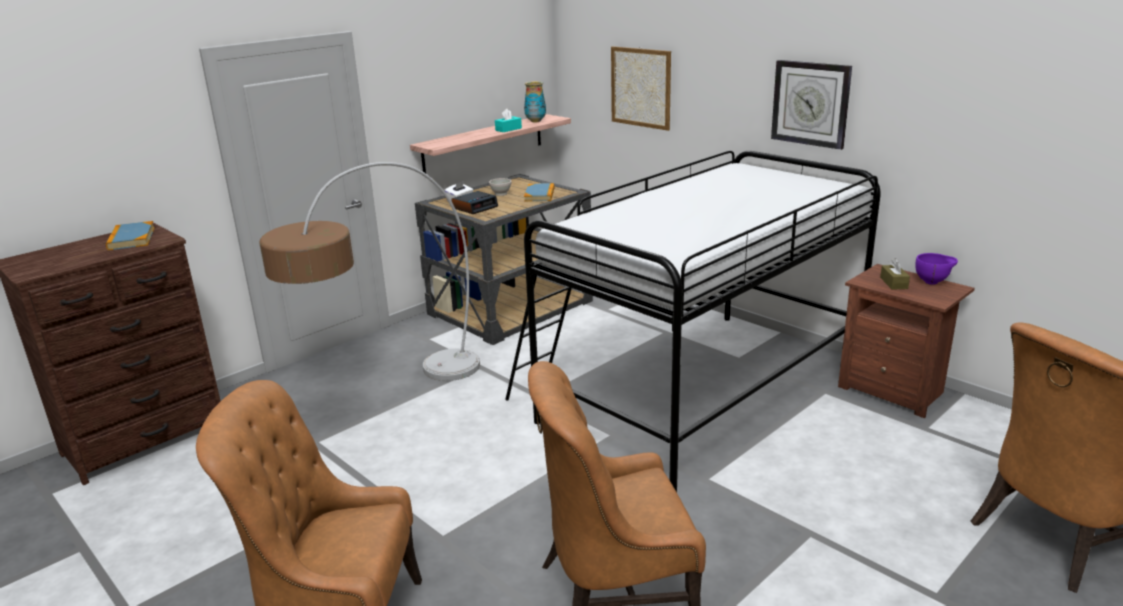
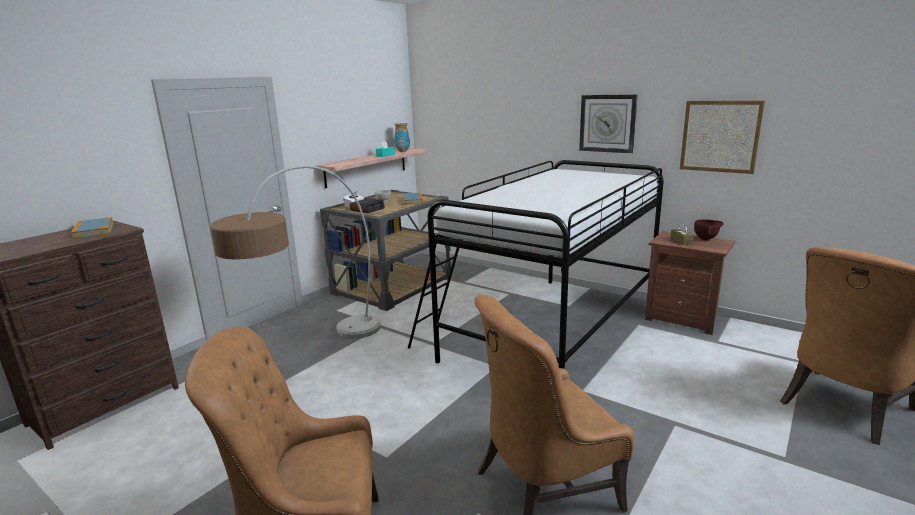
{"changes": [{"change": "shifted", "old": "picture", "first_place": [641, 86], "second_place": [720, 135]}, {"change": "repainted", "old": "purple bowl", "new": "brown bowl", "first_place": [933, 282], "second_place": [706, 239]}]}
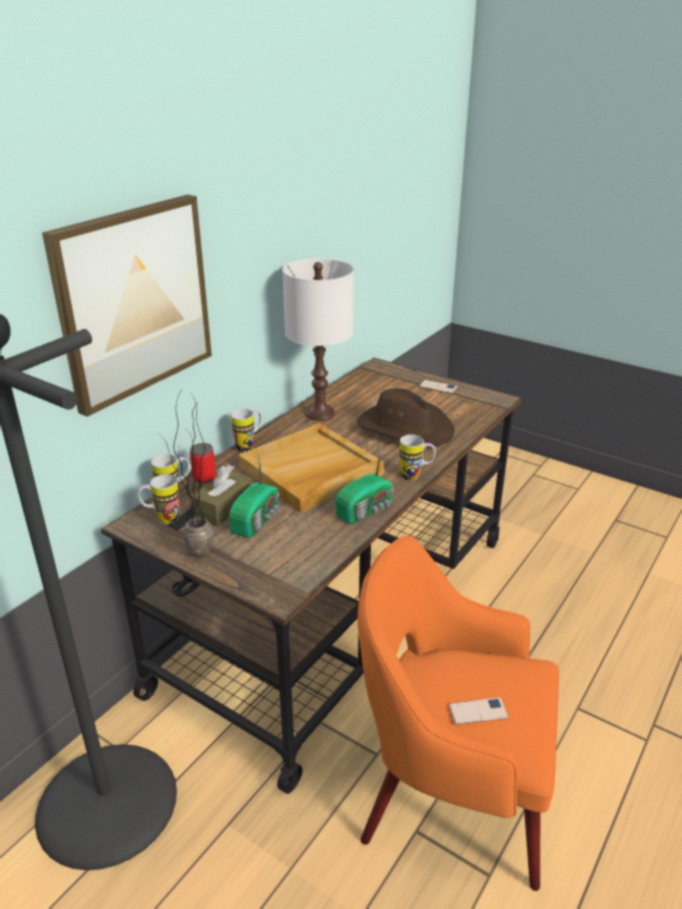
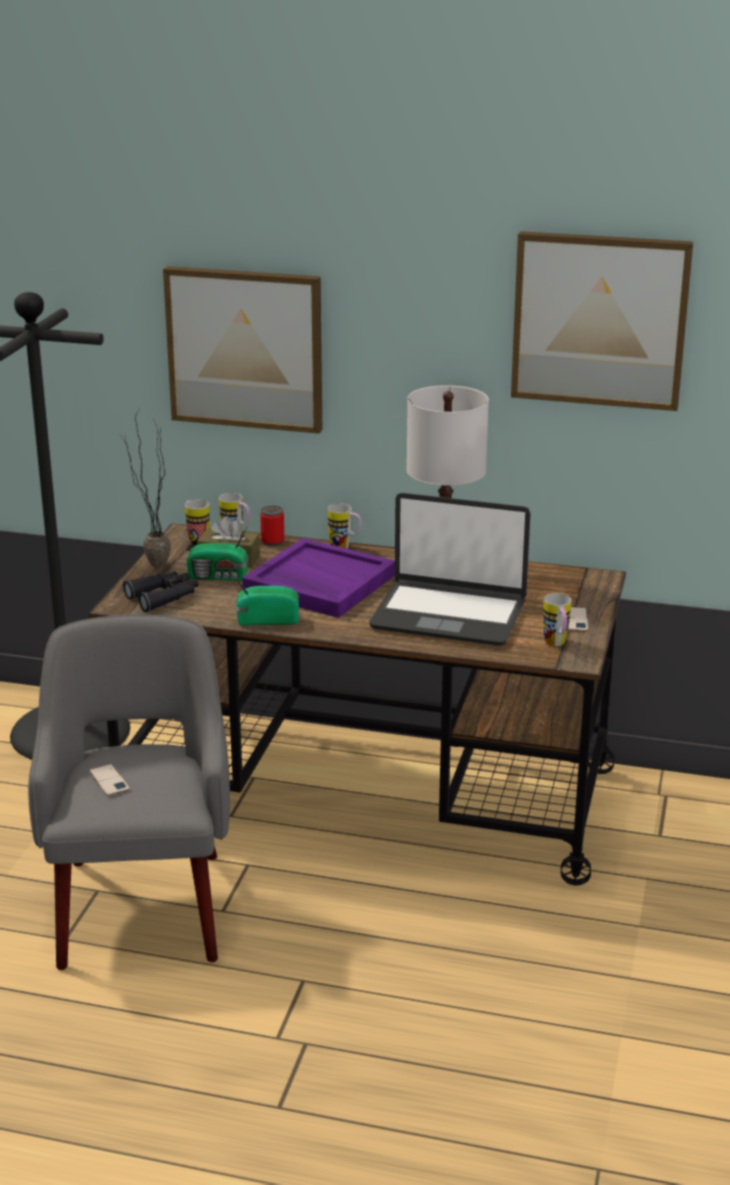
{"changes": [{"change": "swapped", "old": "brown hat", "new": "laptop", "first_place": [405, 428], "second_place": [449, 614]}, {"change": "repainted", "old": "beige tray", "new": "purple tray", "first_place": [310, 471], "second_place": [318, 583]}, {"change": "shifted", "old": "mug", "first_place": [416, 476], "second_place": [557, 644]}, {"change": "rotated", "old": "radio", "first_place": [366, 510], "second_place": [266, 619], "degrees": 150}, {"change": "repainted", "old": "orange armchair", "new": "grey armchair", "first_place": [451, 797], "second_place": [142, 905]}, {"change": "new", "new": "picture", "second_place": [599, 320]}, {"change": "new", "new": "black binoculars", "second_place": [164, 597]}]}
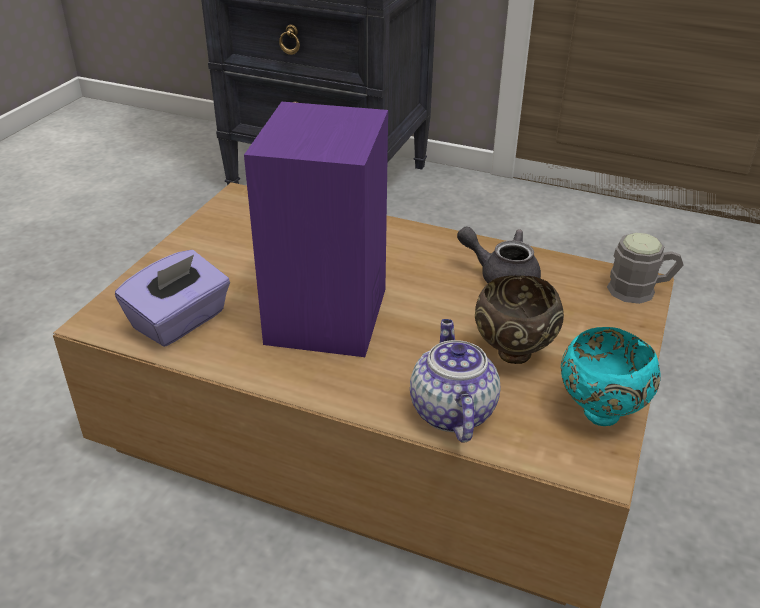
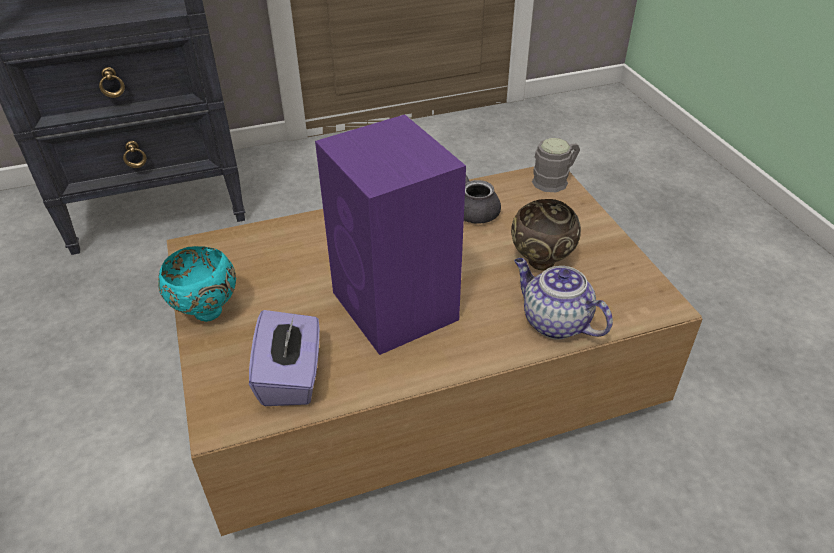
{"changes": [{"change": "shifted", "old": "turquoise bowl", "first_place": [598, 413], "second_place": [205, 312]}]}
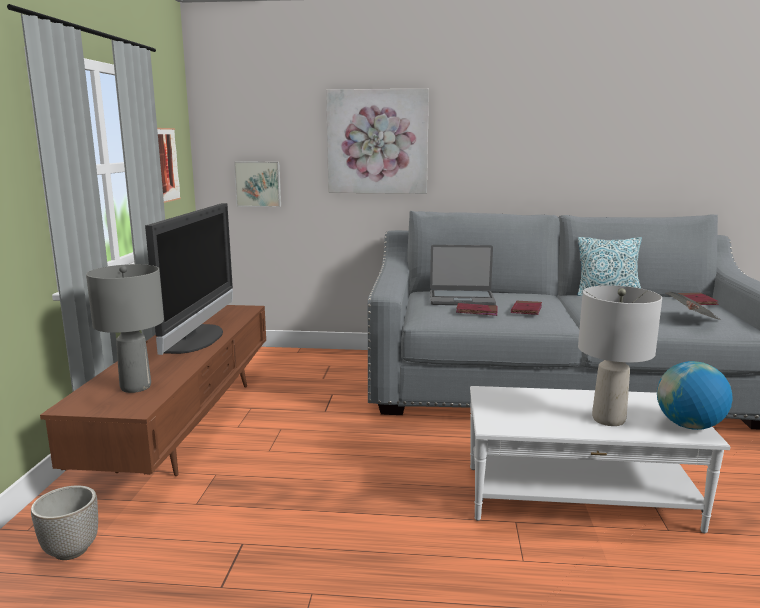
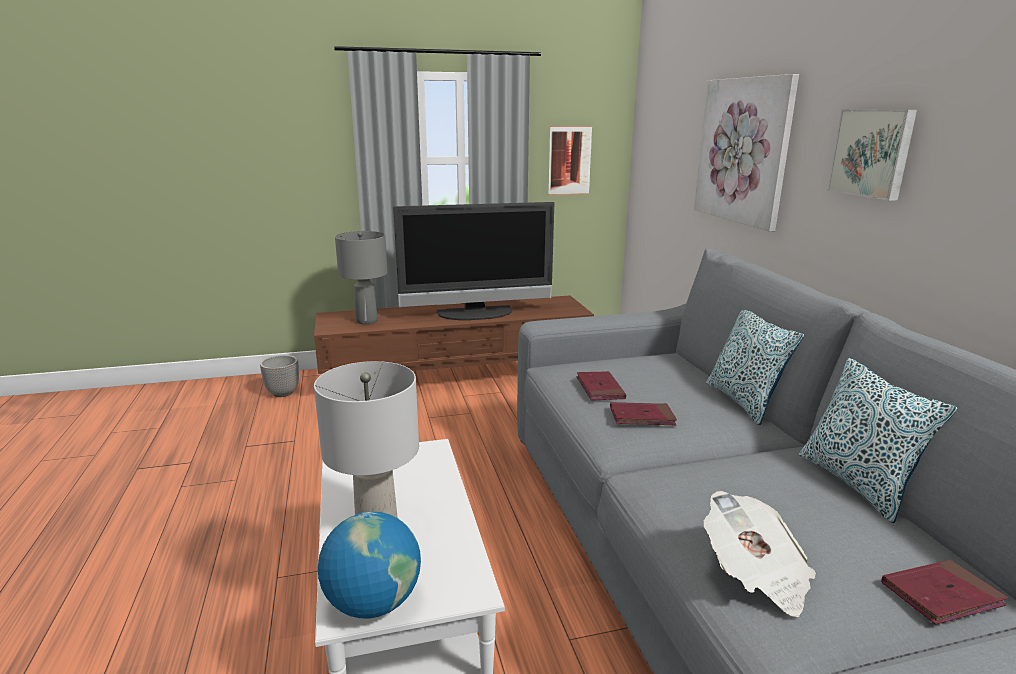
{"changes": [{"change": "shifted", "old": "picture", "first_place": [258, 184], "second_place": [872, 153]}, {"change": "gone", "old": "laptop", "first_place": [461, 299]}, {"change": "new", "new": "pillow", "second_place": [743, 401]}]}
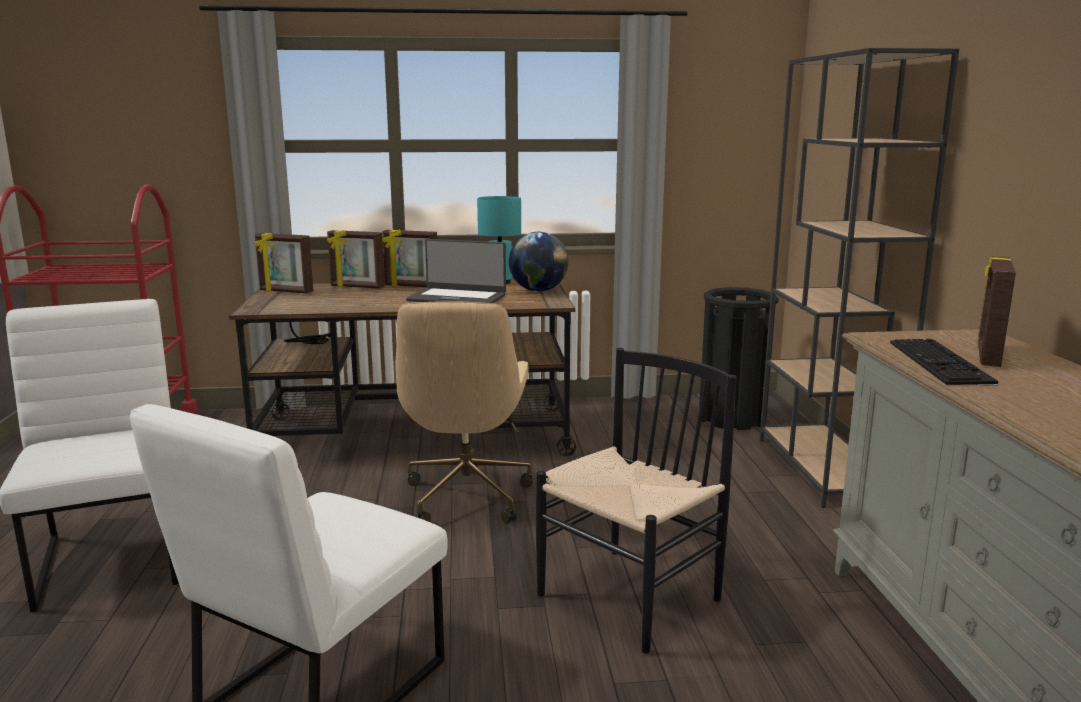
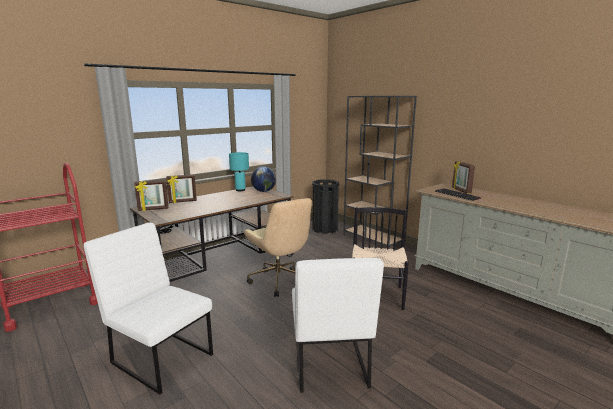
{"changes": [{"change": "gone", "old": "picture frame", "first_place": [411, 286]}, {"change": "gone", "old": "laptop", "first_place": [457, 298]}]}
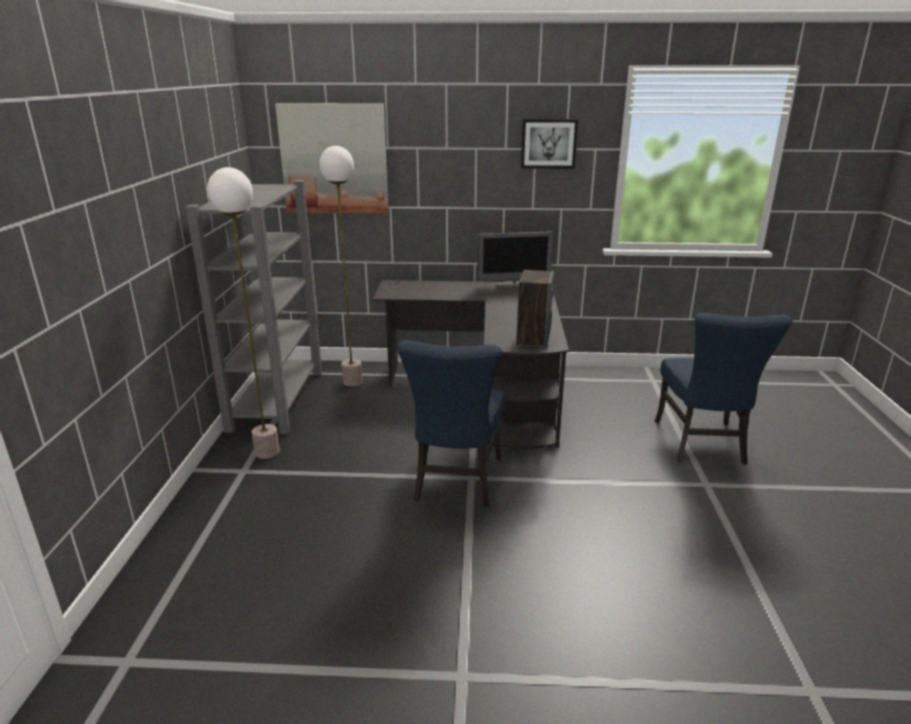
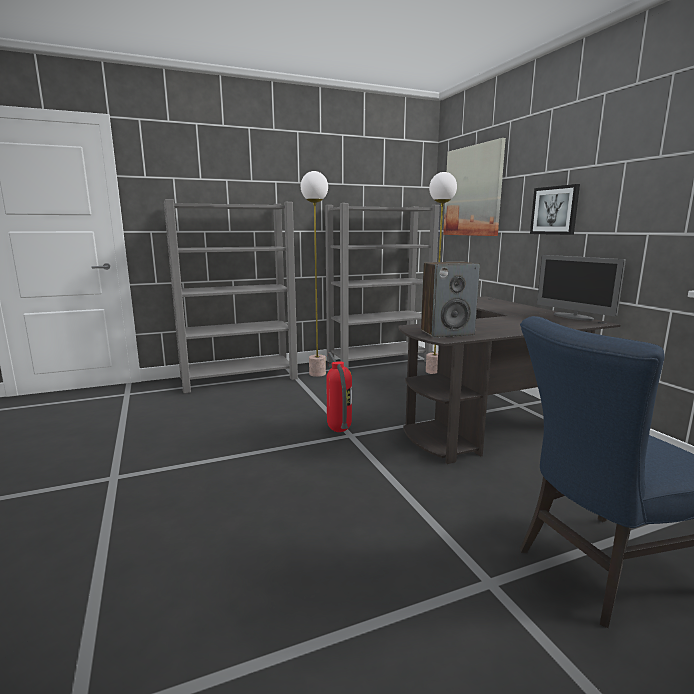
{"changes": [{"change": "shifted", "old": "picture", "first_place": [548, 143], "second_place": [555, 210]}, {"change": "swapped", "old": "blue chair", "new": "fire extinguisher", "first_place": [455, 482], "second_place": [338, 431]}, {"change": "new", "new": "grey bookcase", "second_place": [239, 378]}]}
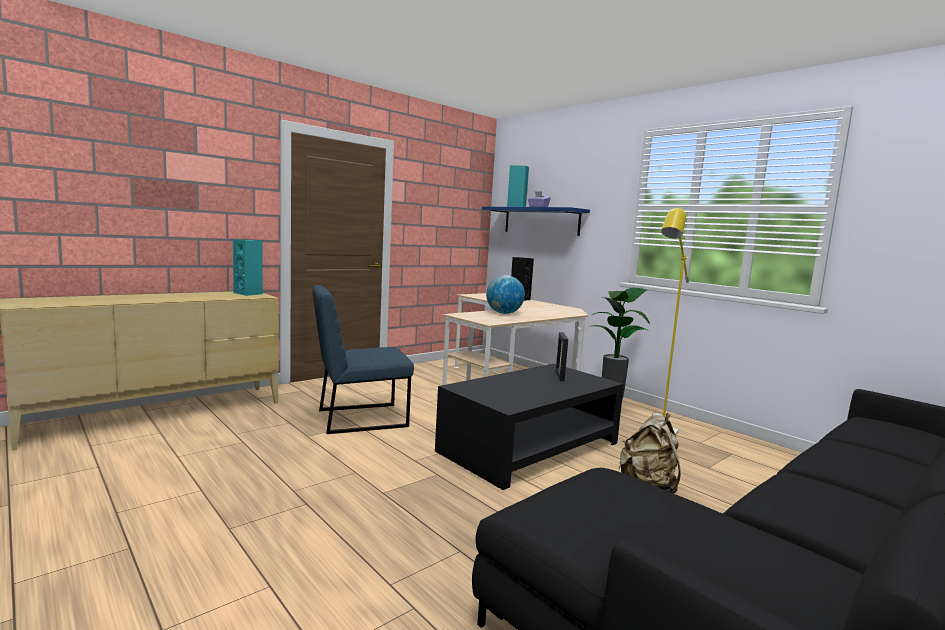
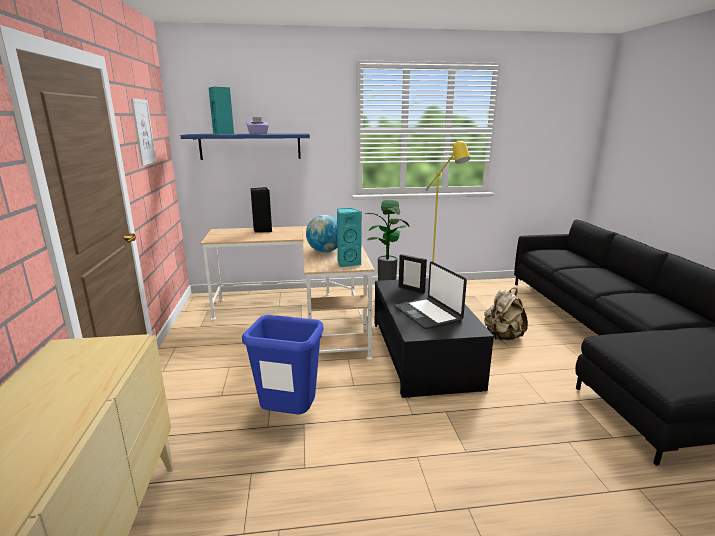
{"changes": [{"change": "shifted", "old": "turquoise speaker", "first_place": [249, 293], "second_place": [347, 263]}, {"change": "swapped", "old": "blue chair", "new": "blue trash can", "first_place": [359, 418], "second_place": [288, 417]}, {"change": "new", "new": "picture", "second_place": [143, 132]}, {"change": "new", "new": "laptop", "second_place": [428, 314]}]}
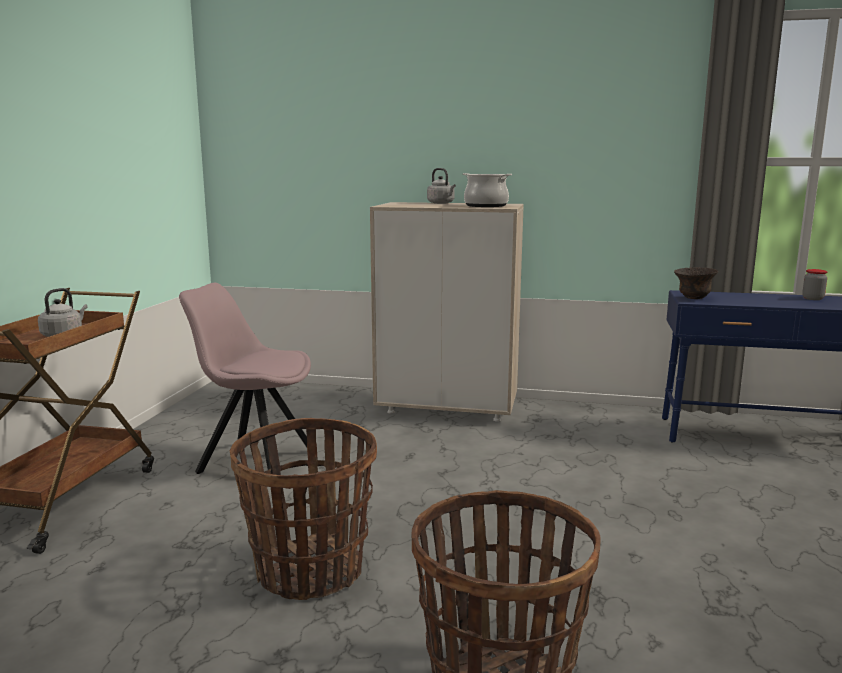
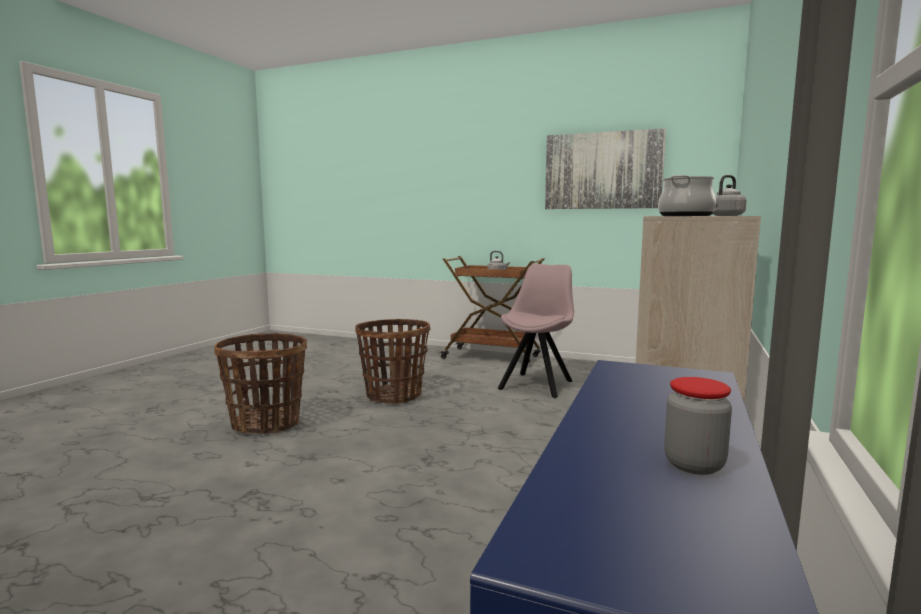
{"changes": [{"change": "gone", "old": "brown bowl", "first_place": [693, 298]}, {"change": "new", "new": "picture", "second_place": [603, 171]}]}
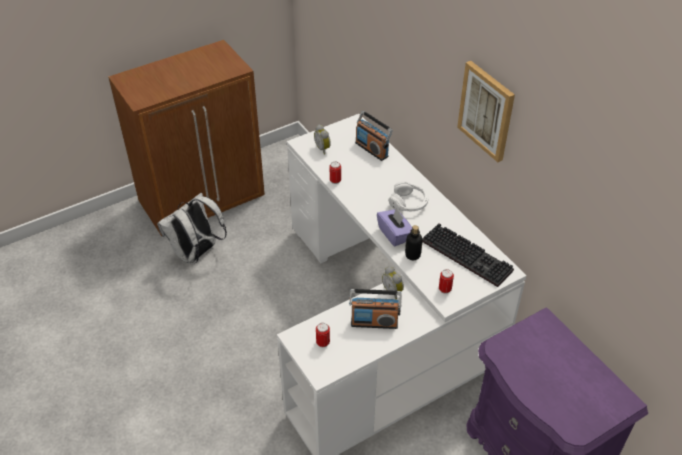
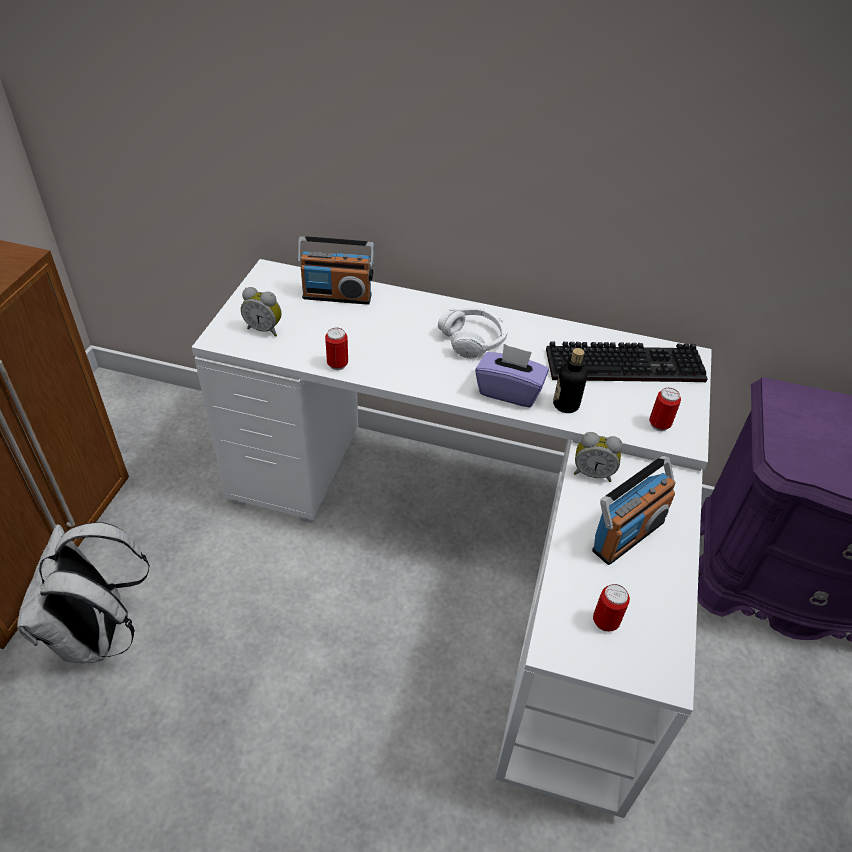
{"changes": [{"change": "gone", "old": "picture", "first_place": [486, 111]}]}
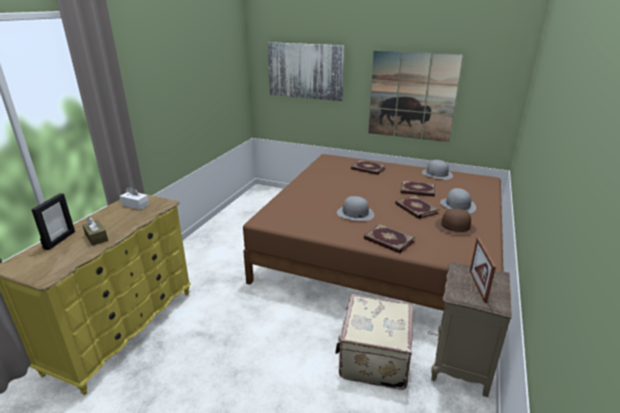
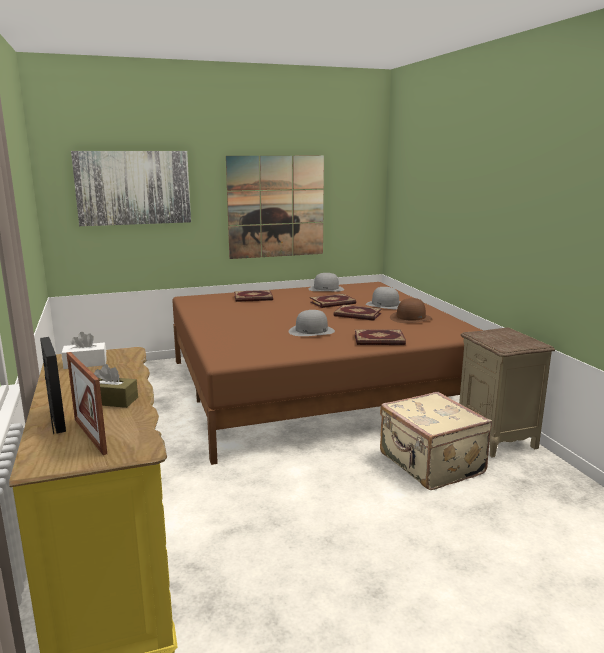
{"changes": [{"change": "shifted", "old": "picture frame", "first_place": [477, 286], "second_place": [90, 436]}]}
